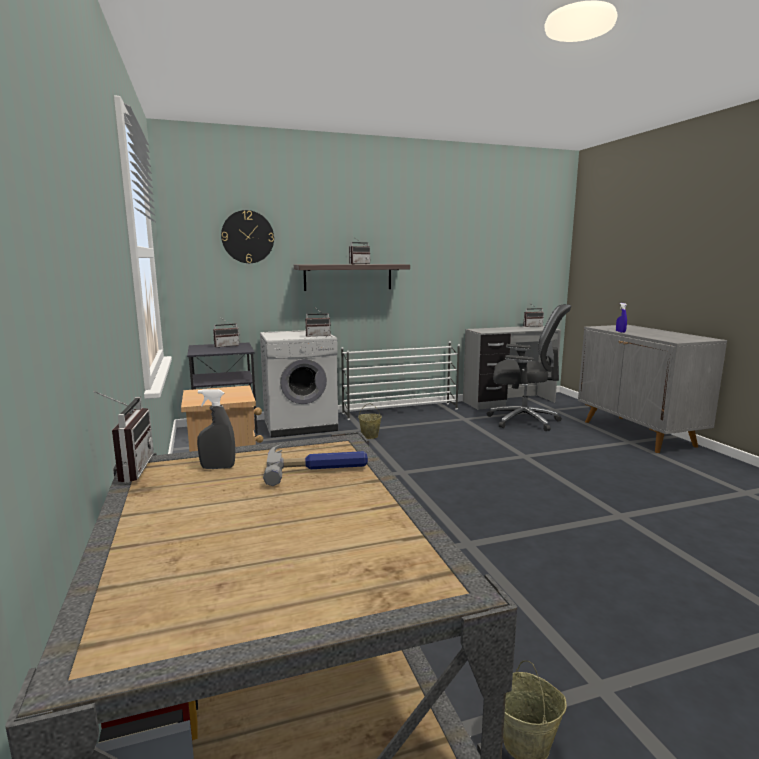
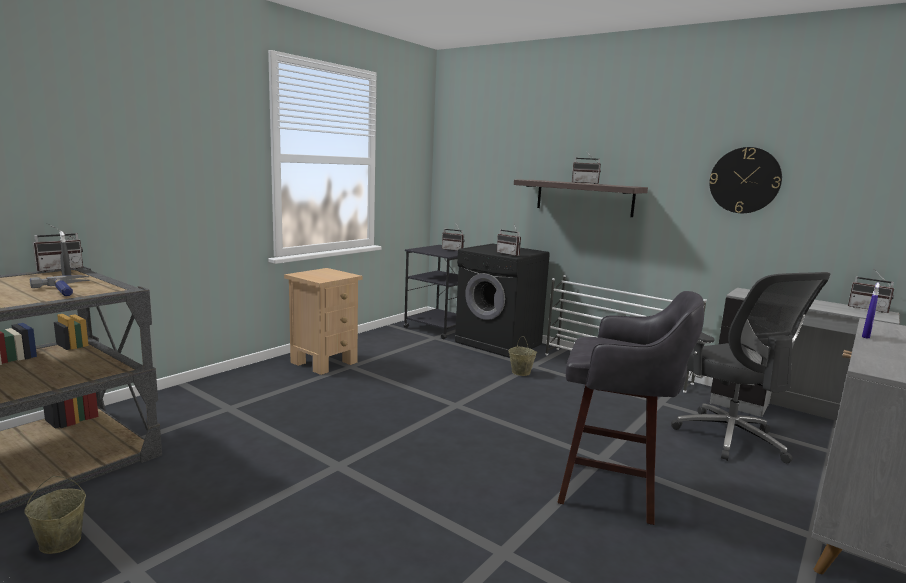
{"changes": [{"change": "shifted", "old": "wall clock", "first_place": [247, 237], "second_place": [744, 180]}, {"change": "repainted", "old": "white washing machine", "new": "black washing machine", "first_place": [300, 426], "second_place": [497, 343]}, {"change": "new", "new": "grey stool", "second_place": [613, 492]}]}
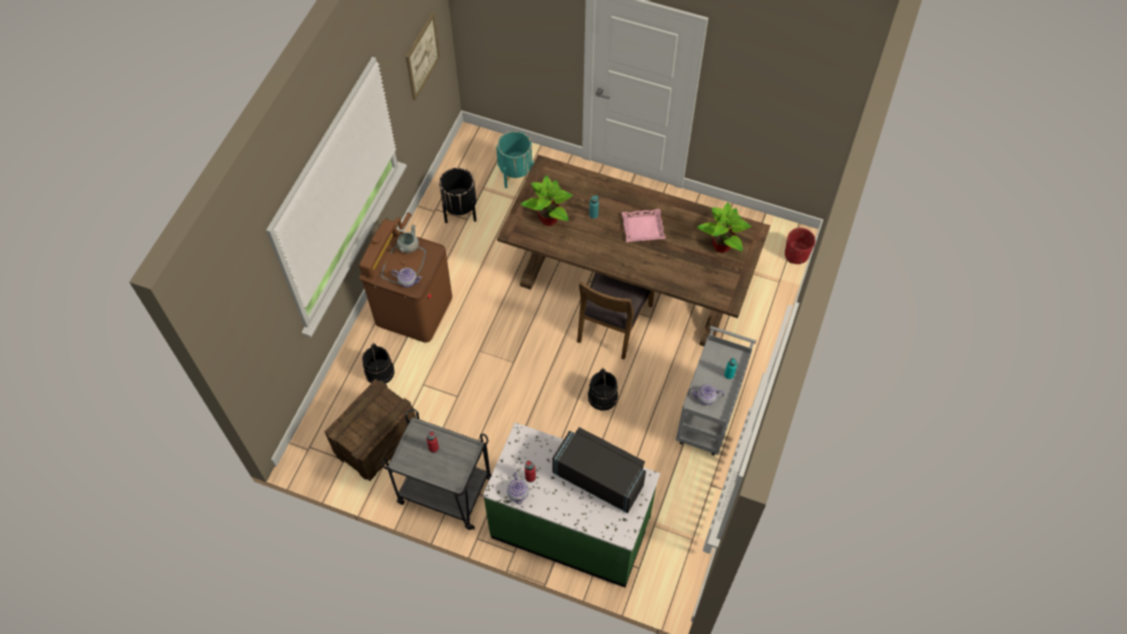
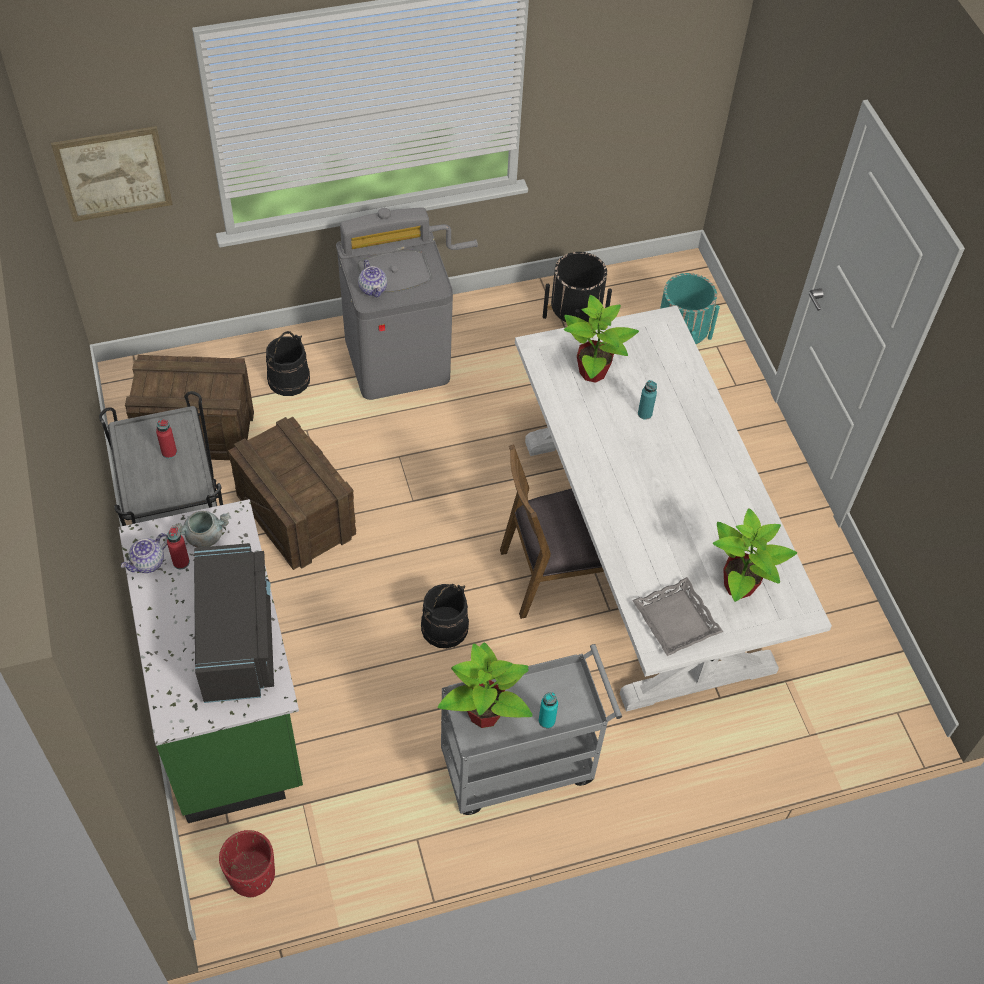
{"changes": [{"change": "shifted", "old": "picture", "first_place": [422, 56], "second_place": [113, 173]}, {"change": "repainted", "old": "brown dining table", "new": "white dining table", "first_place": [630, 278], "second_place": [645, 552]}, {"change": "gone", "old": "pink tray", "first_place": [643, 227]}, {"change": "repainted", "old": "brown washing machine", "new": "grey washing machine", "first_place": [414, 309], "second_place": [399, 359]}, {"change": "shifted", "old": "grey cooking pot", "first_place": [408, 246], "second_place": [204, 536]}, {"change": "shifted", "old": "red planter", "first_place": [796, 254], "second_place": [252, 875]}, {"change": "swapped", "old": "teapot", "new": "potted plant", "first_place": [706, 398], "second_place": [485, 713]}, {"change": "new", "new": "crate", "second_place": [295, 515]}, {"change": "new", "new": "grey tray", "second_place": [676, 620]}]}
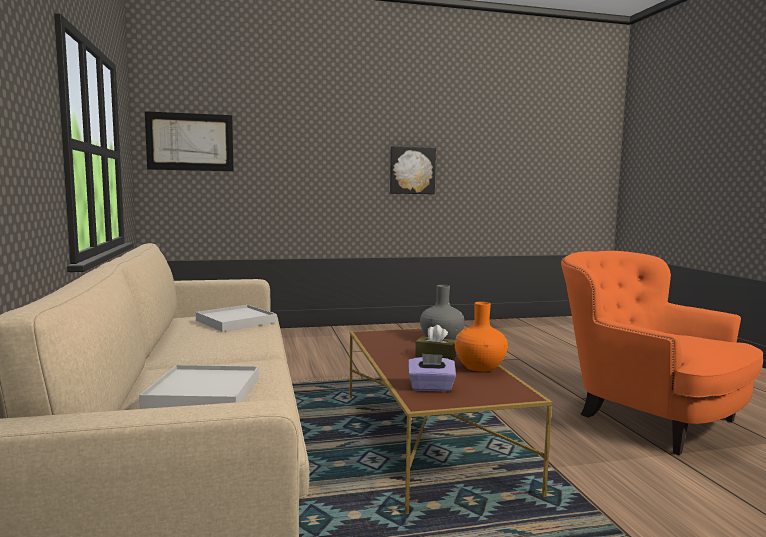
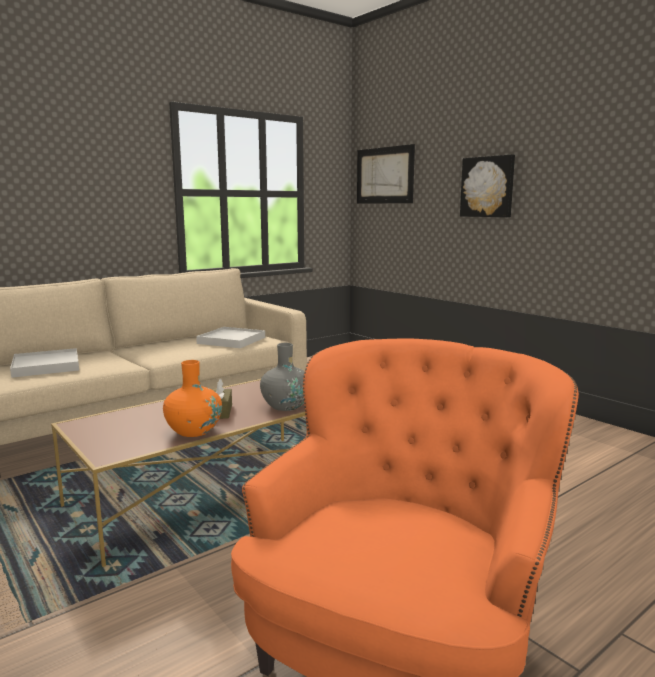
{"changes": [{"change": "shifted", "old": "picture", "first_place": [412, 170], "second_place": [488, 187]}, {"change": "gone", "old": "purple tissue box", "first_place": [431, 388]}]}
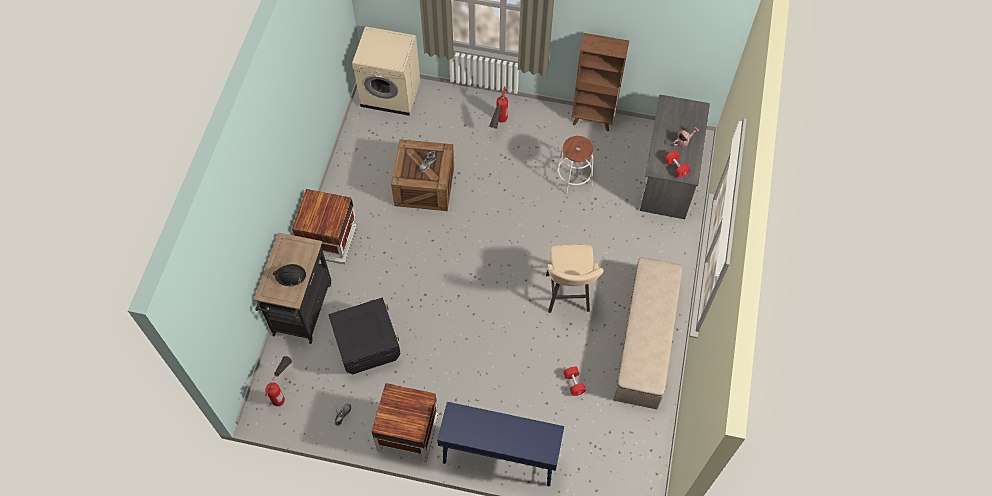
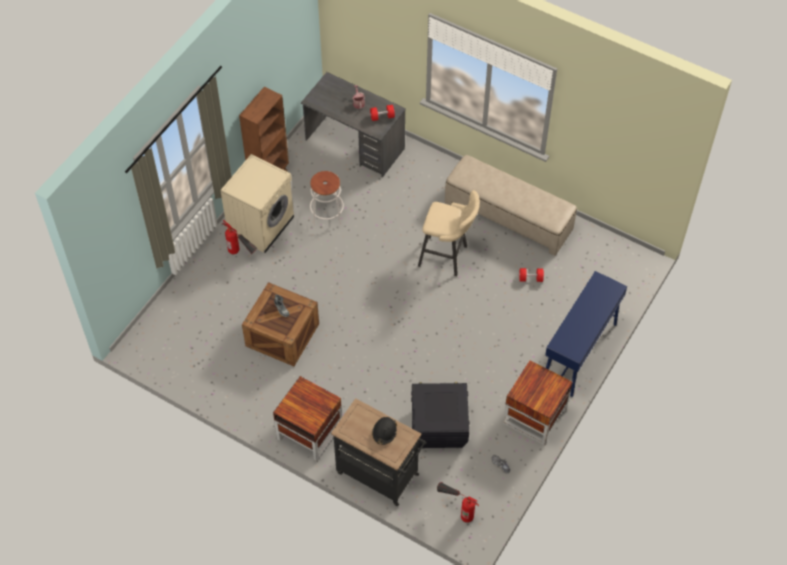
{"changes": [{"change": "shifted", "old": "beige washing machine", "first_place": [390, 95], "second_place": [262, 226]}]}
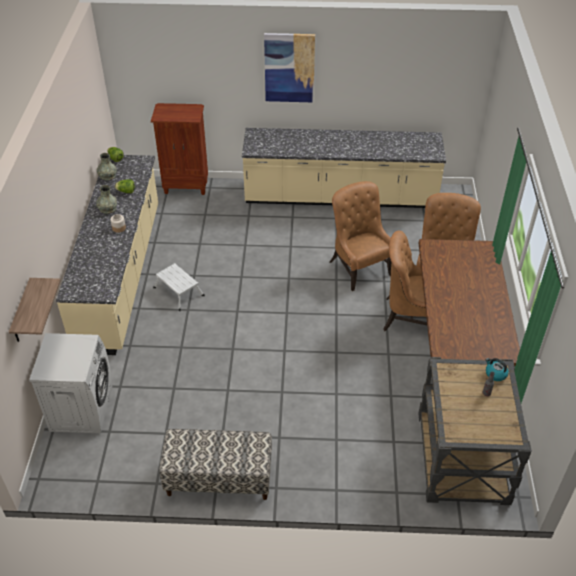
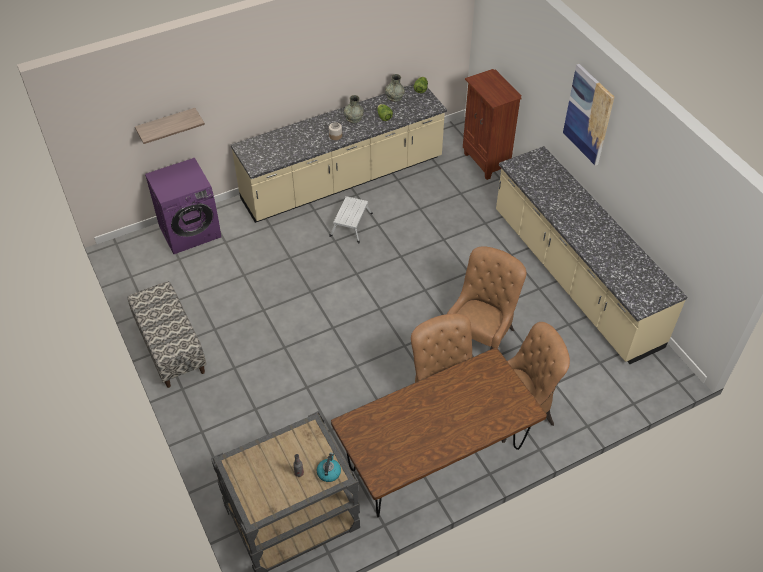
{"changes": [{"change": "repainted", "old": "white washing machine", "new": "purple washing machine", "first_place": [82, 409], "second_place": [190, 232]}]}
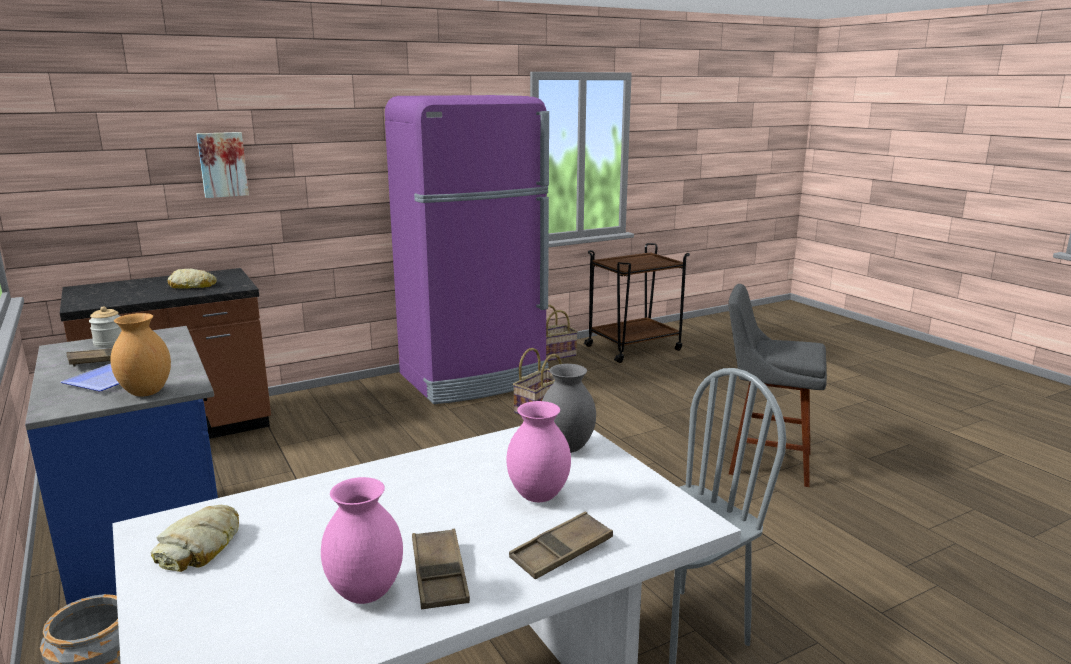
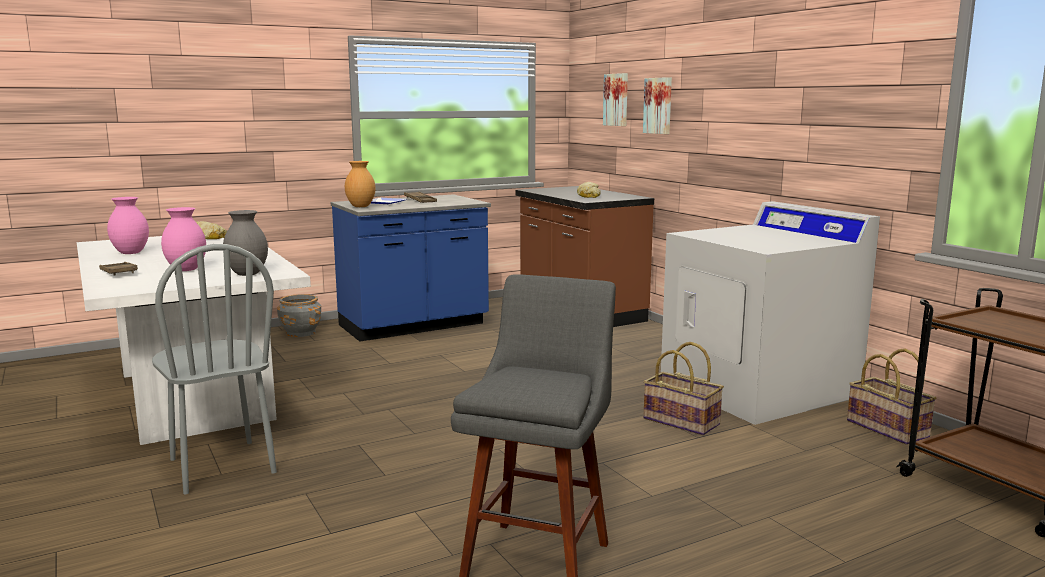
{"changes": [{"change": "swapped", "old": "purple fridge", "new": "white washing machine", "first_place": [474, 378], "second_place": [758, 389]}, {"change": "gone", "old": "jar", "first_place": [109, 343]}, {"change": "gone", "old": "brown tray", "first_place": [439, 575]}, {"change": "new", "new": "picture", "second_place": [617, 99]}]}
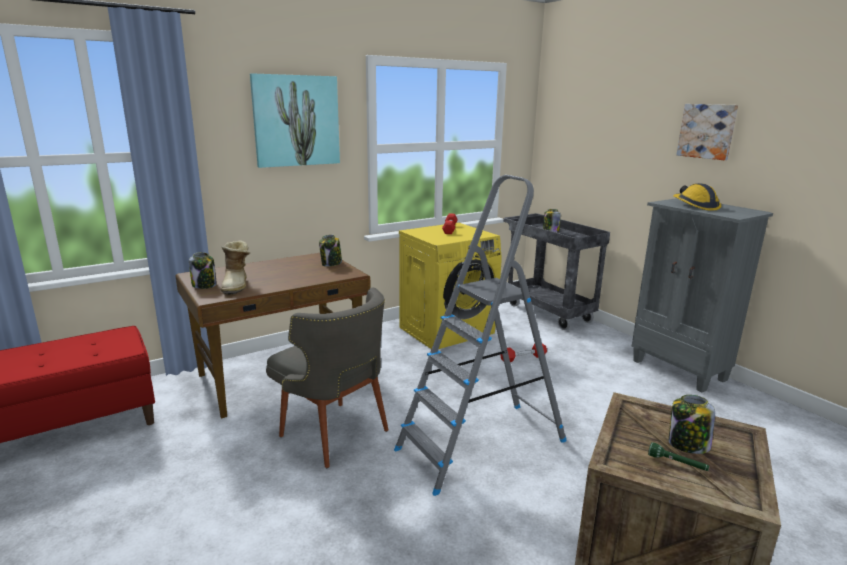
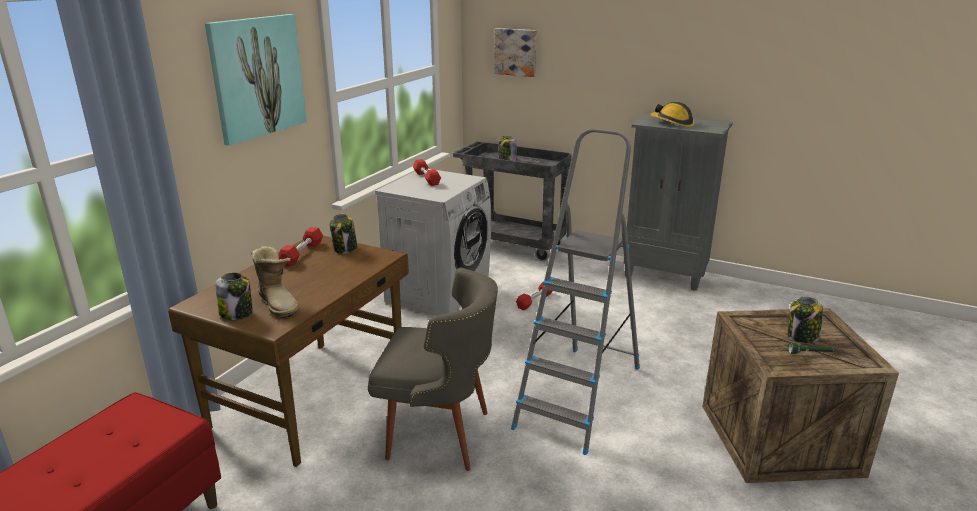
{"changes": [{"change": "shifted", "old": "picture", "first_place": [707, 131], "second_place": [516, 52]}, {"change": "repainted", "old": "yellow washing machine", "new": "white washing machine", "first_place": [447, 332], "second_place": [438, 294]}, {"change": "new", "new": "red dumbbell", "second_place": [302, 253]}]}
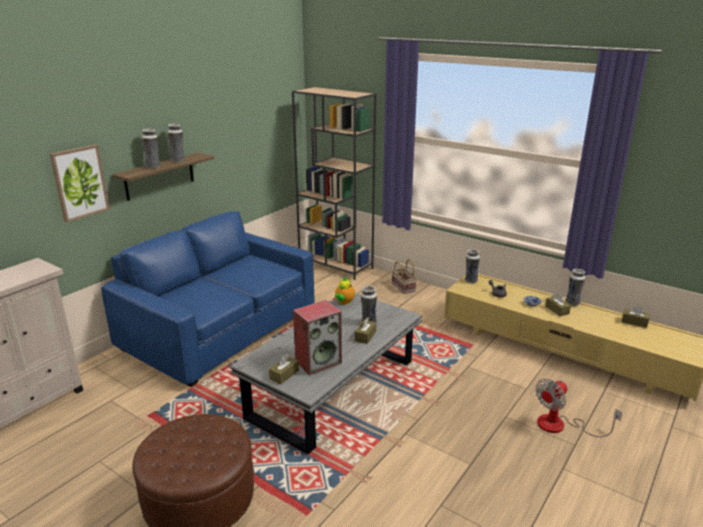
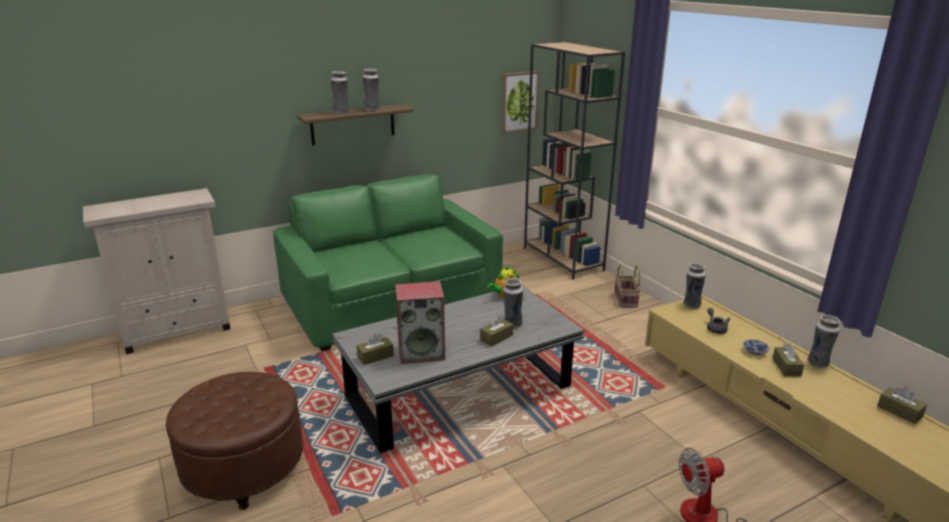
{"changes": [{"change": "shifted", "old": "picture", "first_place": [80, 182], "second_place": [519, 102]}, {"change": "repainted", "old": "blue sofa", "new": "green sofa", "first_place": [219, 329], "second_place": [390, 301]}]}
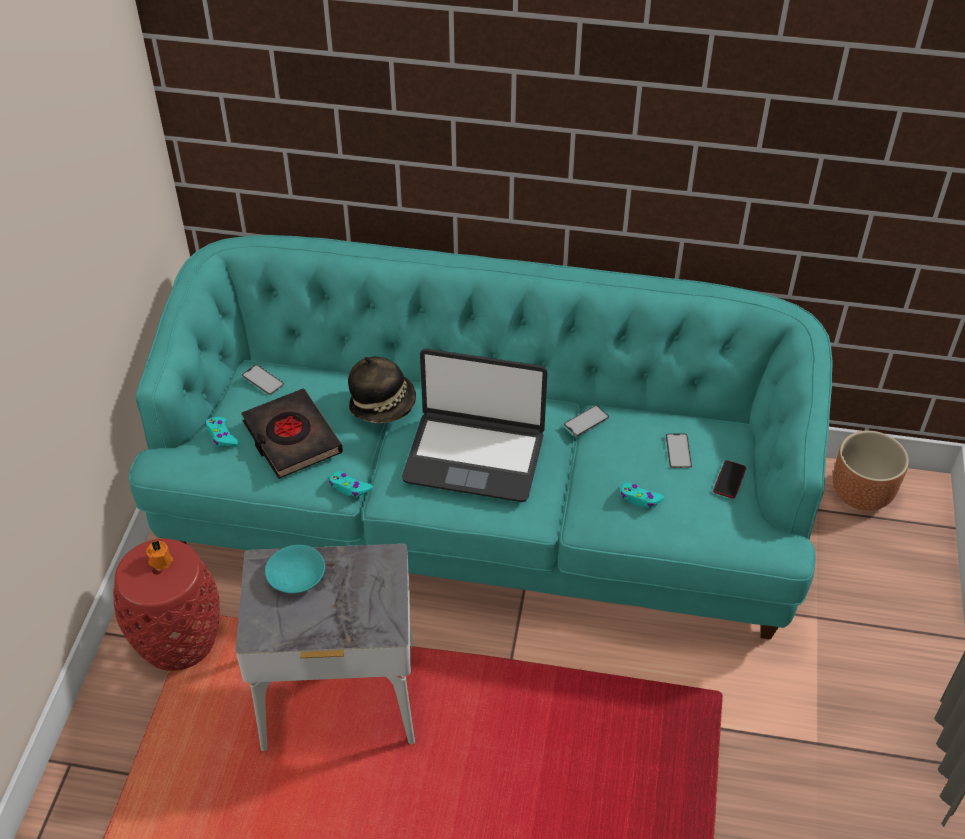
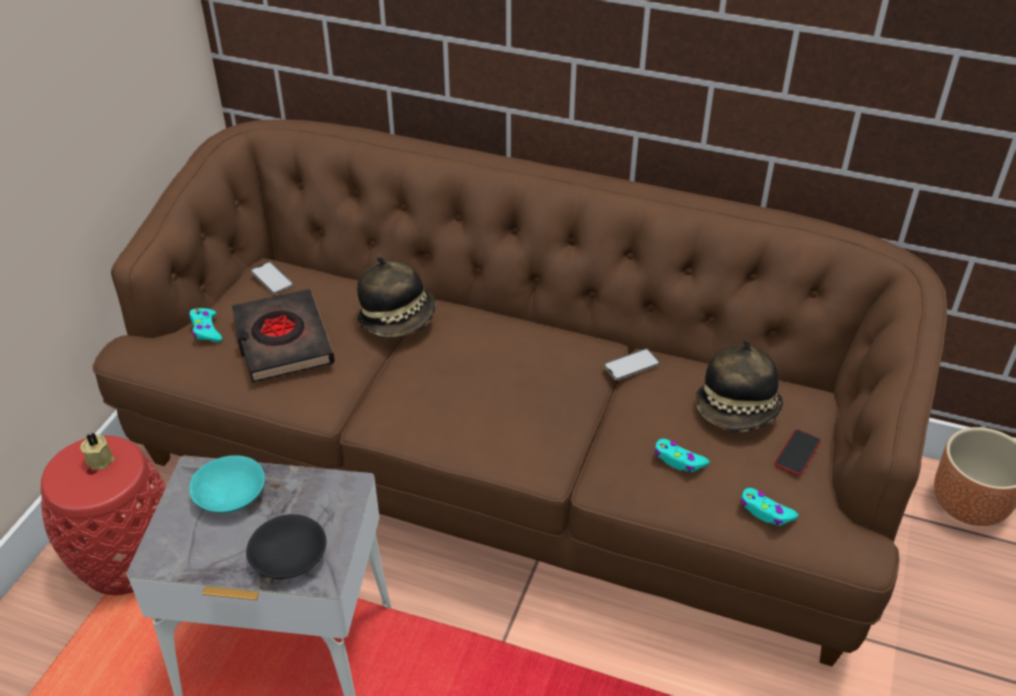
{"changes": [{"change": "repainted", "old": "turquoise sofa", "new": "brown sofa", "first_place": [482, 513], "second_place": [508, 467]}, {"change": "gone", "old": "laptop", "first_place": [474, 456]}, {"change": "swapped", "old": "phone", "new": "hat", "first_place": [678, 451], "second_place": [738, 411]}, {"change": "shifted", "old": "turquoise game controller", "first_place": [349, 487], "second_place": [766, 512]}, {"change": "repainted", "old": "orange candle", "new": "beige candle", "first_place": [161, 560], "second_place": [100, 459]}, {"change": "new", "new": "black bowl", "second_place": [287, 557]}]}
